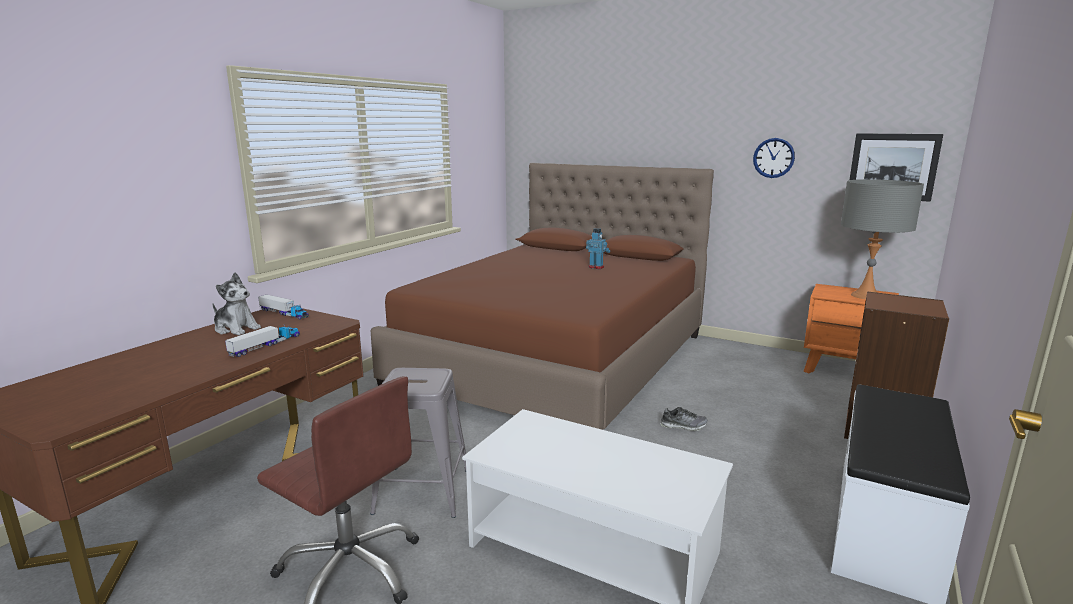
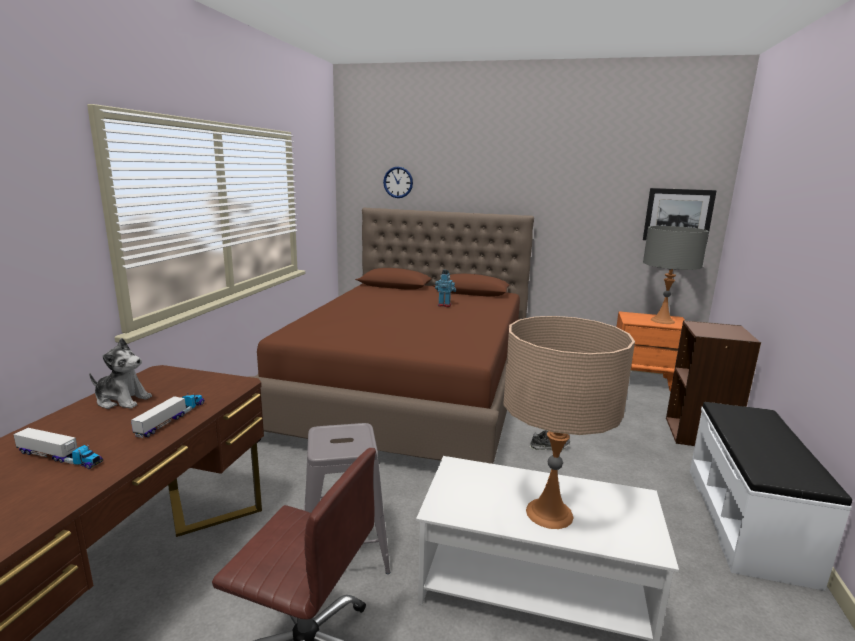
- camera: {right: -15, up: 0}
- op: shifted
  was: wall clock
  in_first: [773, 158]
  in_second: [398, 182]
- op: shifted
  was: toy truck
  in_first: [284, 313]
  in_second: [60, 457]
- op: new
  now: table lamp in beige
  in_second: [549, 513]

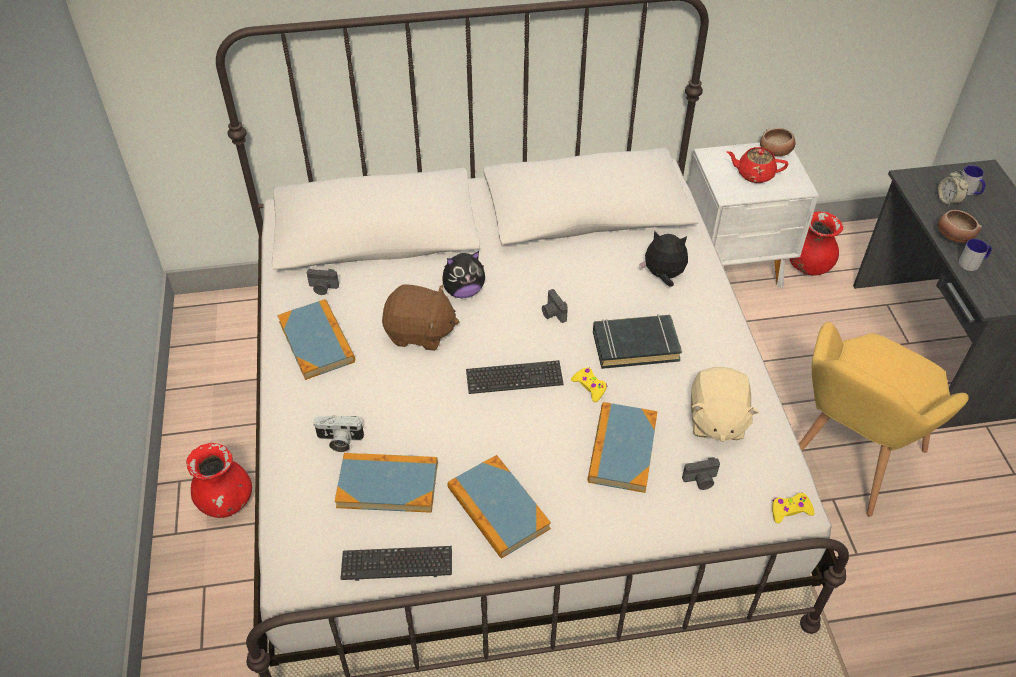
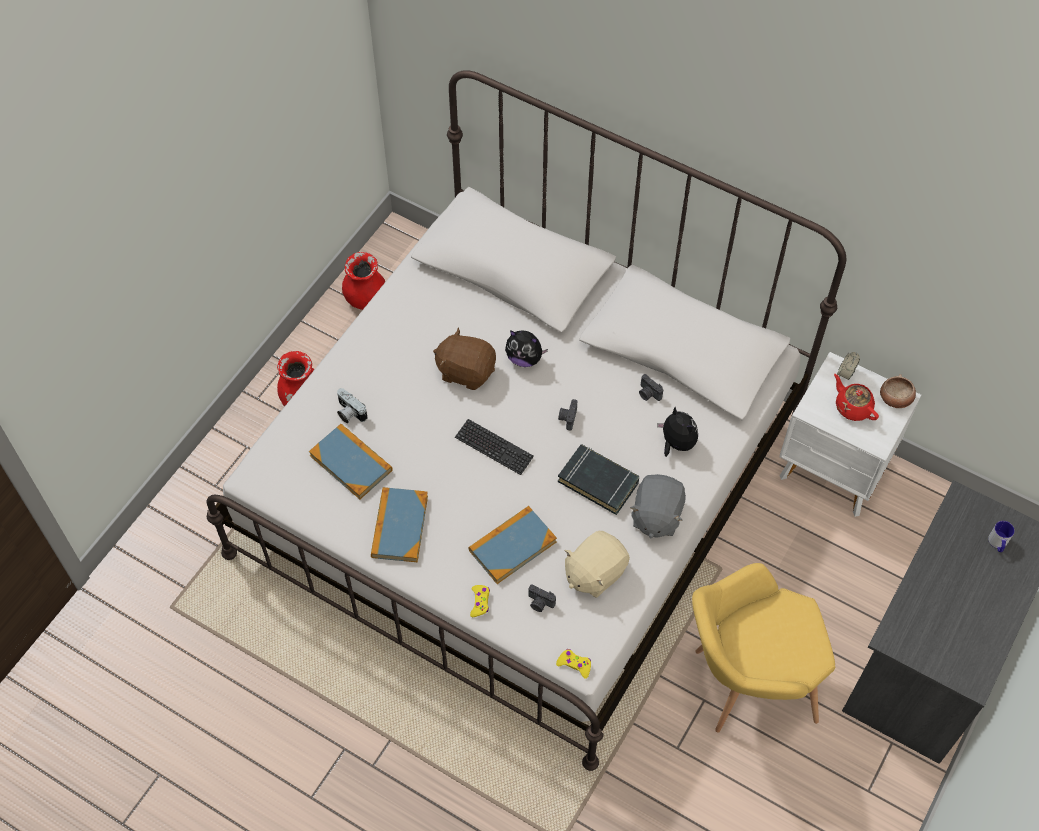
- camera: {right: 40, up: 10}
- op: shifted
  was: alarm clock
  in_first: [948, 200]
  in_second: [845, 373]
- op: gone
  was: bowl
  in_first: [953, 236]
- op: shifted
  was: vase in red
  in_first: [809, 267]
  in_second: [365, 299]
- op: gone
  was: mug
  in_first: [972, 263]
- op: shifted
  was: photo camera
  in_first: [323, 288]
  in_second: [648, 394]
- op: rotated
  was: plush toy in brown
  in_first: [420, 333]
  in_second: [466, 371]
  clockwise: 150
- op: gone
  was: book
  in_first: [317, 341]
- op: shifted
  was: game controller in yellow
  in_first: [589, 387]
  in_second: [480, 602]
- op: gone
  was: keyboard
  in_first: [397, 564]
- op: new
  now: plush toy in grey
  in_second: [656, 516]

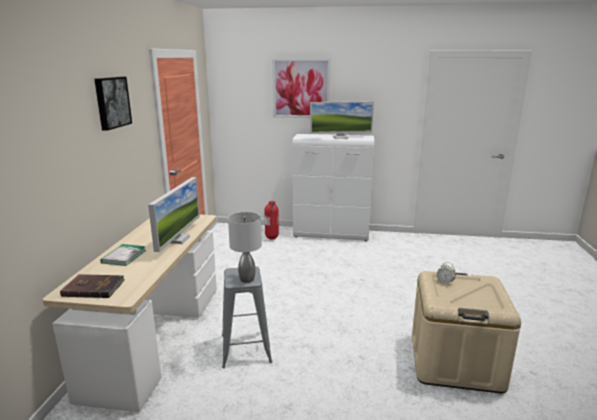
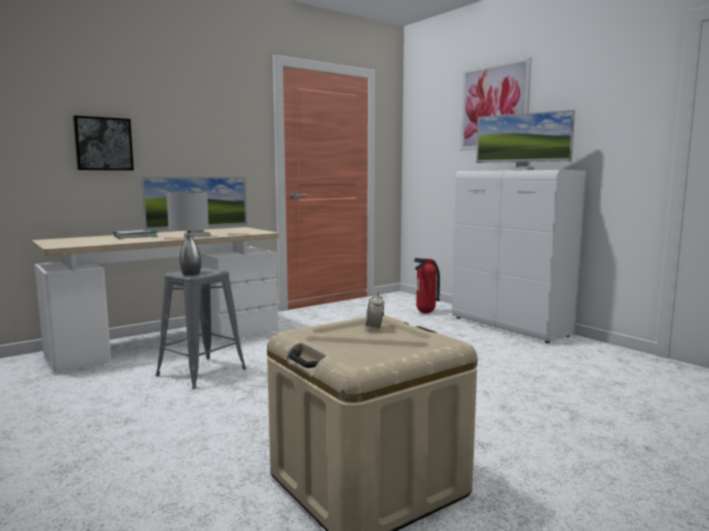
- camera: {right: 45, up: -10}
- op: shifted
  was: picture
  in_first: [111, 102]
  in_second: [103, 144]
- op: gone
  was: book in brown
  in_first: [93, 288]

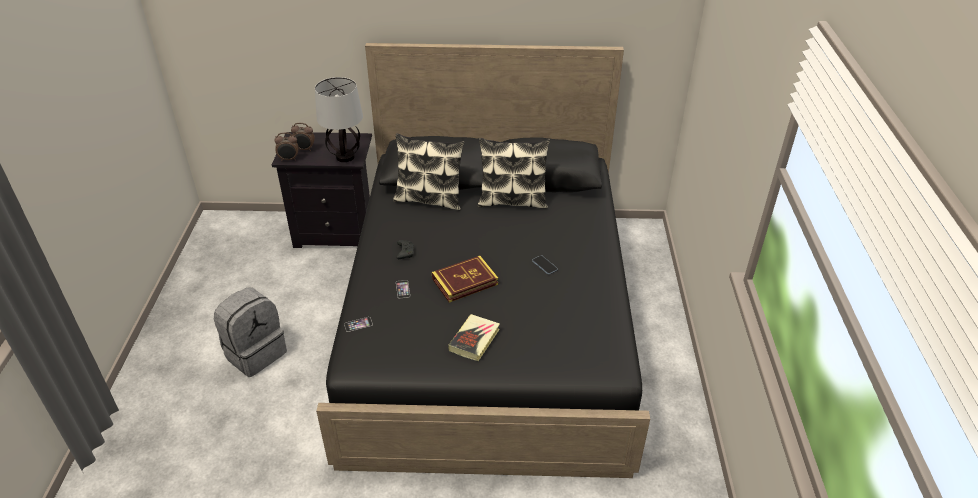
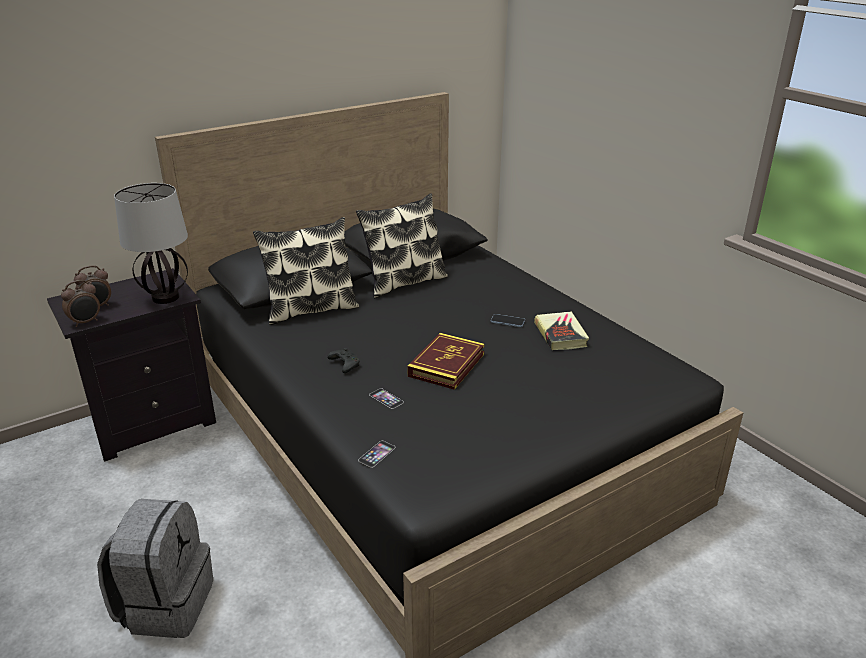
- camera: {right: -35, up: -10}
- op: shifted
  was: book
  in_first: [474, 340]
  in_second: [560, 334]

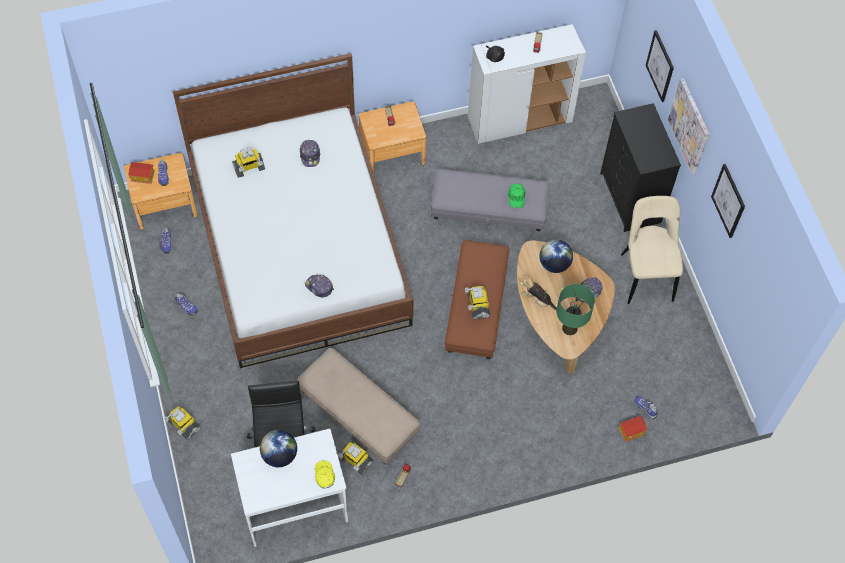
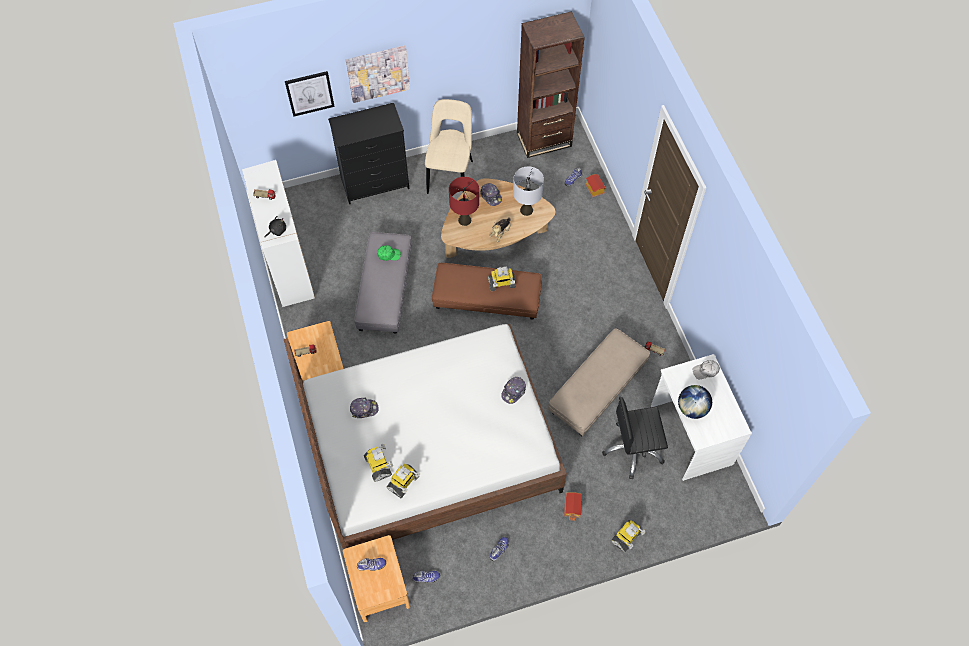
- camera: {right: -90, up: 0}
- op: shifted
  was: toy house
  in_first: [142, 177]
  in_second: [572, 508]
- op: gone
  was: picture
  in_first: [728, 201]
- op: rotated
  was: chair in beige
  in_first: [646, 274]
  in_second: [451, 175]
  clockwise: 105
- op: swapped
  was: globe
  now: table lamp in red
  in_first: [554, 264]
  in_second: [465, 220]
- op: repainted
  was: table lamp in green
  now: table lamp in grey
  in_first: [569, 328]
  in_second: [526, 210]
- op: shifted
  was: toy robot
  in_first: [355, 461]
  in_second: [403, 483]
- op: repainted
  was: cap in yellow
  now: cap in white
  in_first: [324, 475]
  in_second: [705, 371]
- op: new
  now: bookcase in brown
  in_second: [544, 140]

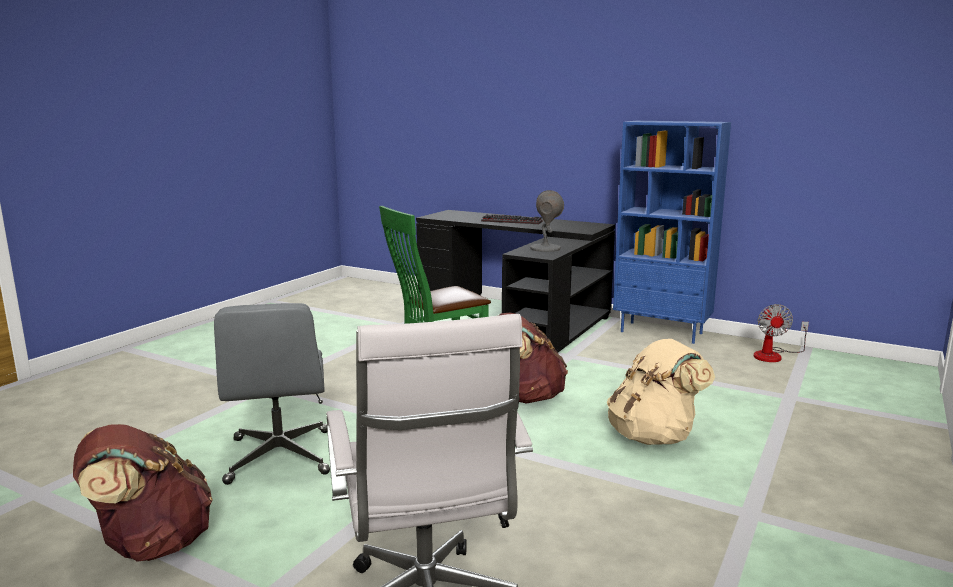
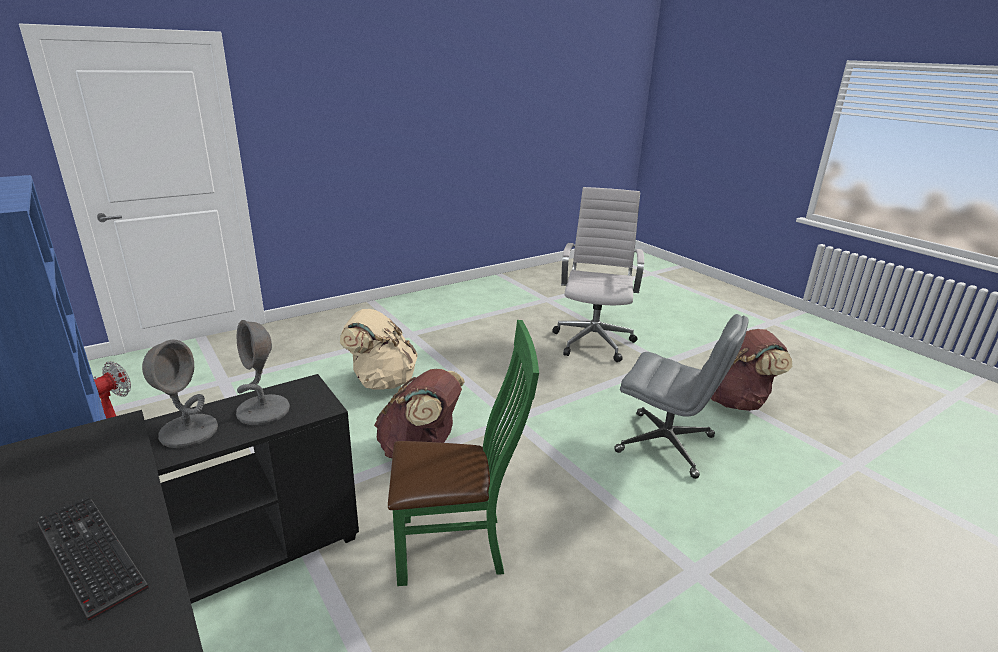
- camera: {right: -155, up: 10}
- op: rotated
  was: office chair in grey
  in_first: [280, 457]
  in_second: [666, 444]
  clockwise: 105
- op: new
  now: table lamp in grey
  in_second: [189, 431]

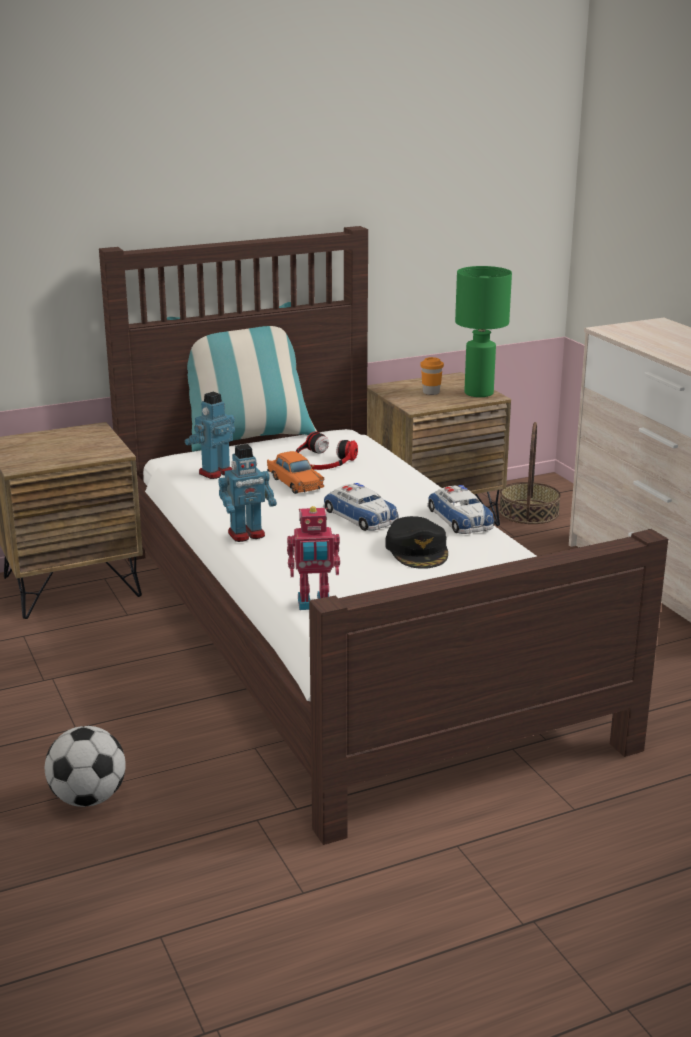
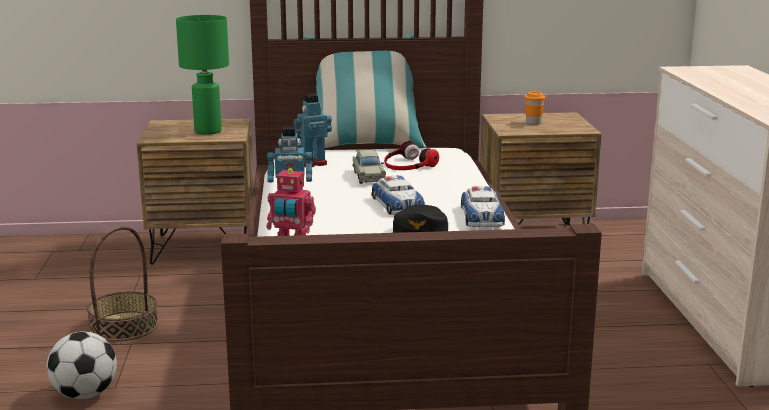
- camera: {right: 20, up: -5}
- op: shifted
  was: table lamp in green
  in_first: [478, 393]
  in_second: [208, 131]
- op: shifted
  was: basket
  in_first: [528, 512]
  in_second: [124, 326]
- op: repainted
  was: toy car in orange
  now: toy car in beige
  in_first: [295, 482]
  in_second: [368, 176]

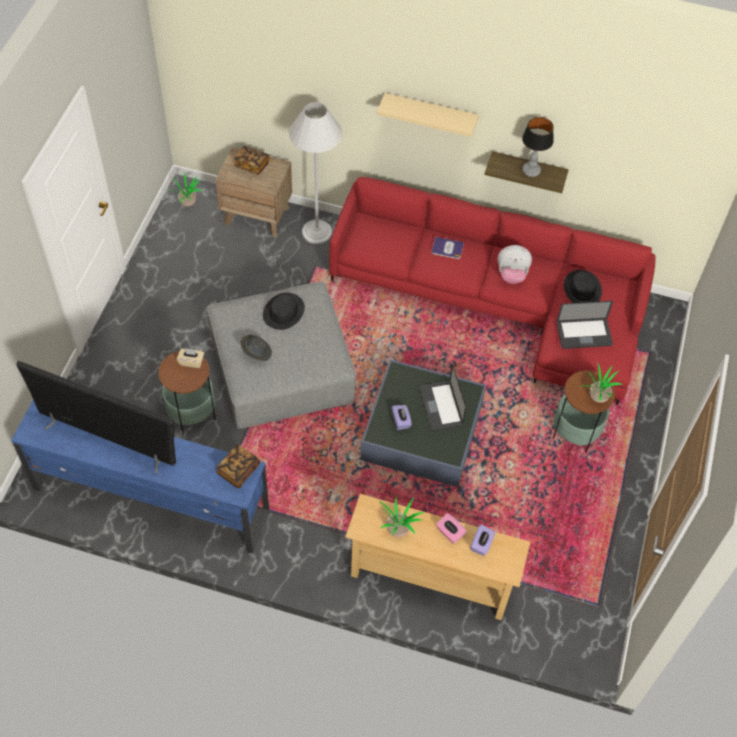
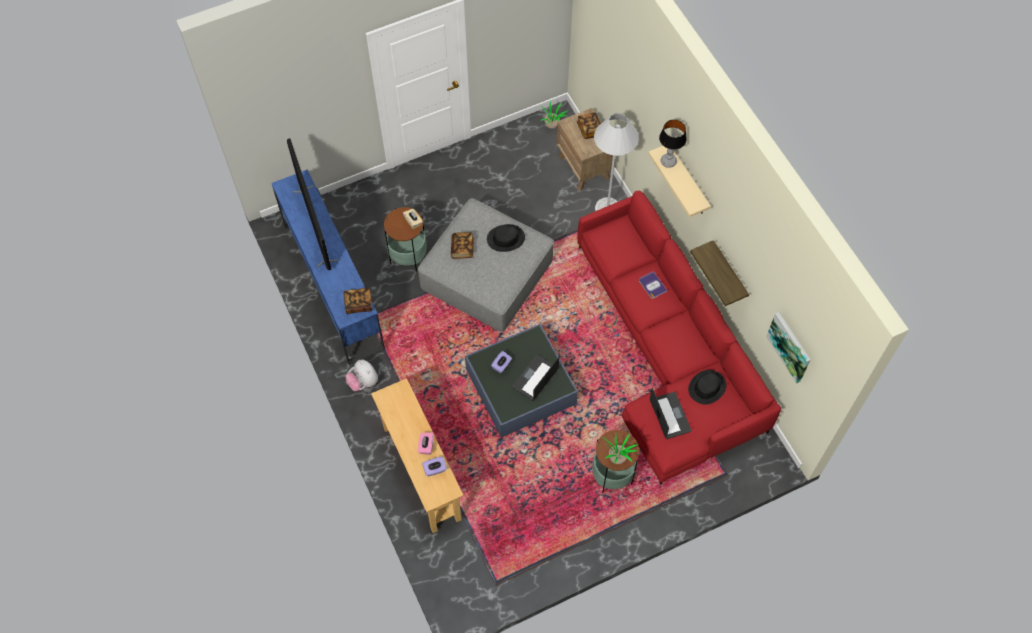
- camera: {right: 50, up: 5}
- op: shifted
  was: table lamp
  in_first: [530, 170]
  in_second: [668, 161]
- op: shifted
  was: plush toy
  in_first: [511, 275]
  in_second: [363, 382]
- op: rotated
  was: laptop
  in_first: [584, 334]
  in_second: [670, 416]
  clockwise: -150
- op: swapped
  was: hat in grey
  now: book
  in_first: [256, 352]
  in_second: [462, 249]
- op: gone
  was: potted plant
  in_first: [398, 528]
- op: new
  now: picture
  in_second: [790, 347]

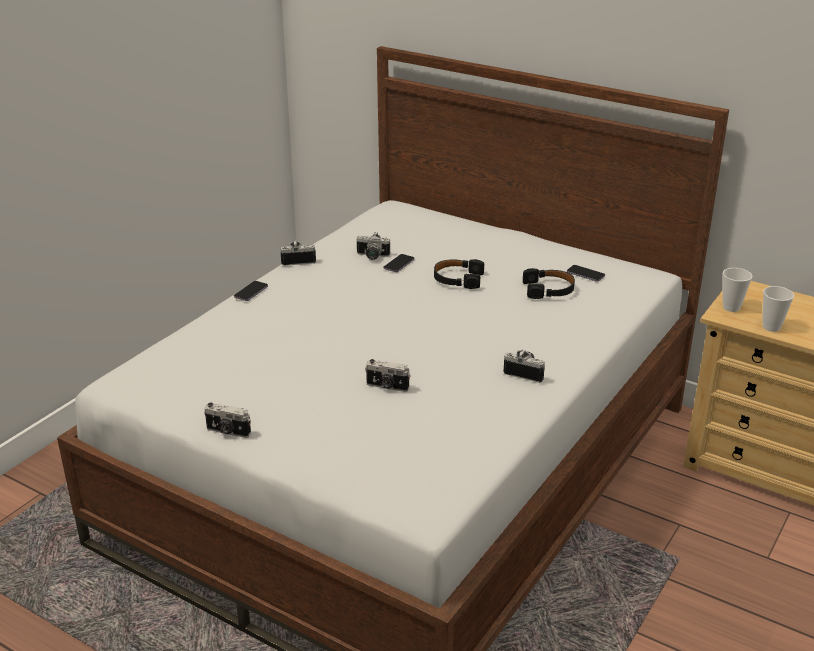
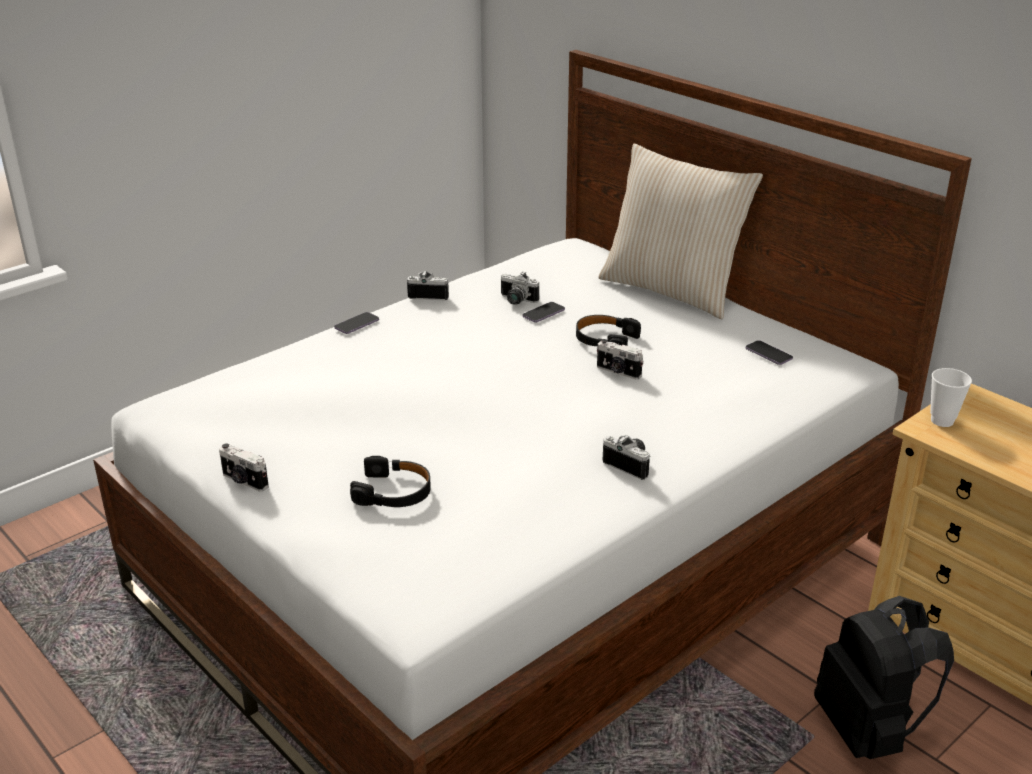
- camera: {right: 15, up: 0}
- op: shifted
  was: headphones in black
  in_first: [549, 290]
  in_second: [393, 492]
- op: gone
  was: cup
  in_first: [771, 327]
- op: shifted
  was: photo camera
  in_first: [387, 387]
  in_second: [618, 372]
- op: new
  now: pillow in beige
  in_second: [672, 290]
- op: new
  now: backpack in black
  in_second: [868, 730]

